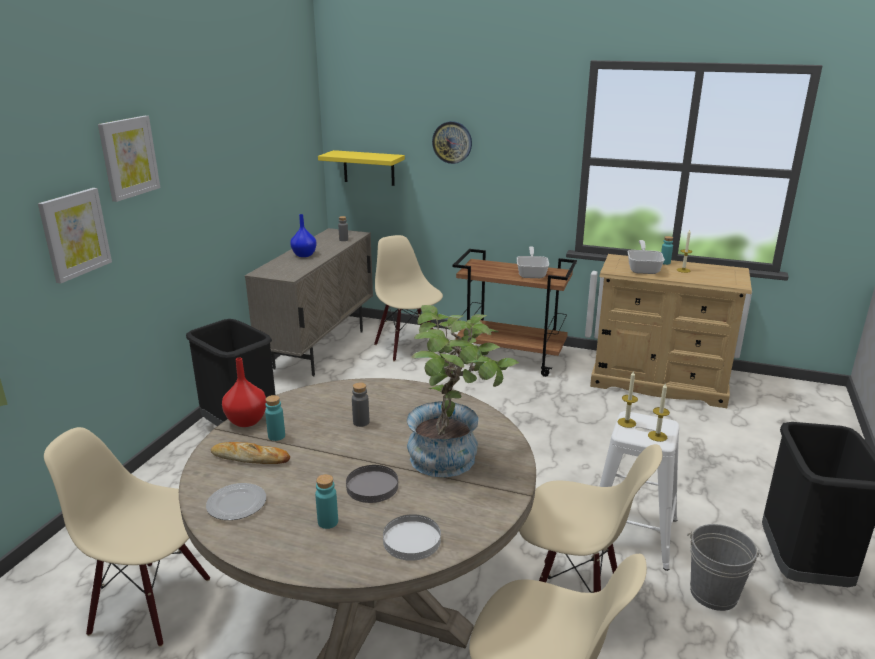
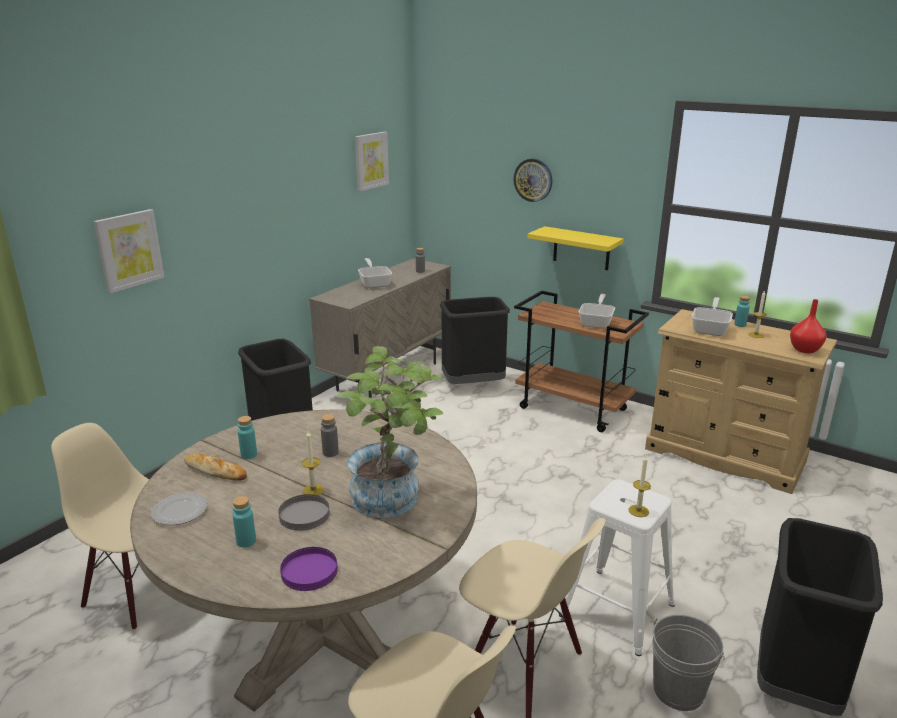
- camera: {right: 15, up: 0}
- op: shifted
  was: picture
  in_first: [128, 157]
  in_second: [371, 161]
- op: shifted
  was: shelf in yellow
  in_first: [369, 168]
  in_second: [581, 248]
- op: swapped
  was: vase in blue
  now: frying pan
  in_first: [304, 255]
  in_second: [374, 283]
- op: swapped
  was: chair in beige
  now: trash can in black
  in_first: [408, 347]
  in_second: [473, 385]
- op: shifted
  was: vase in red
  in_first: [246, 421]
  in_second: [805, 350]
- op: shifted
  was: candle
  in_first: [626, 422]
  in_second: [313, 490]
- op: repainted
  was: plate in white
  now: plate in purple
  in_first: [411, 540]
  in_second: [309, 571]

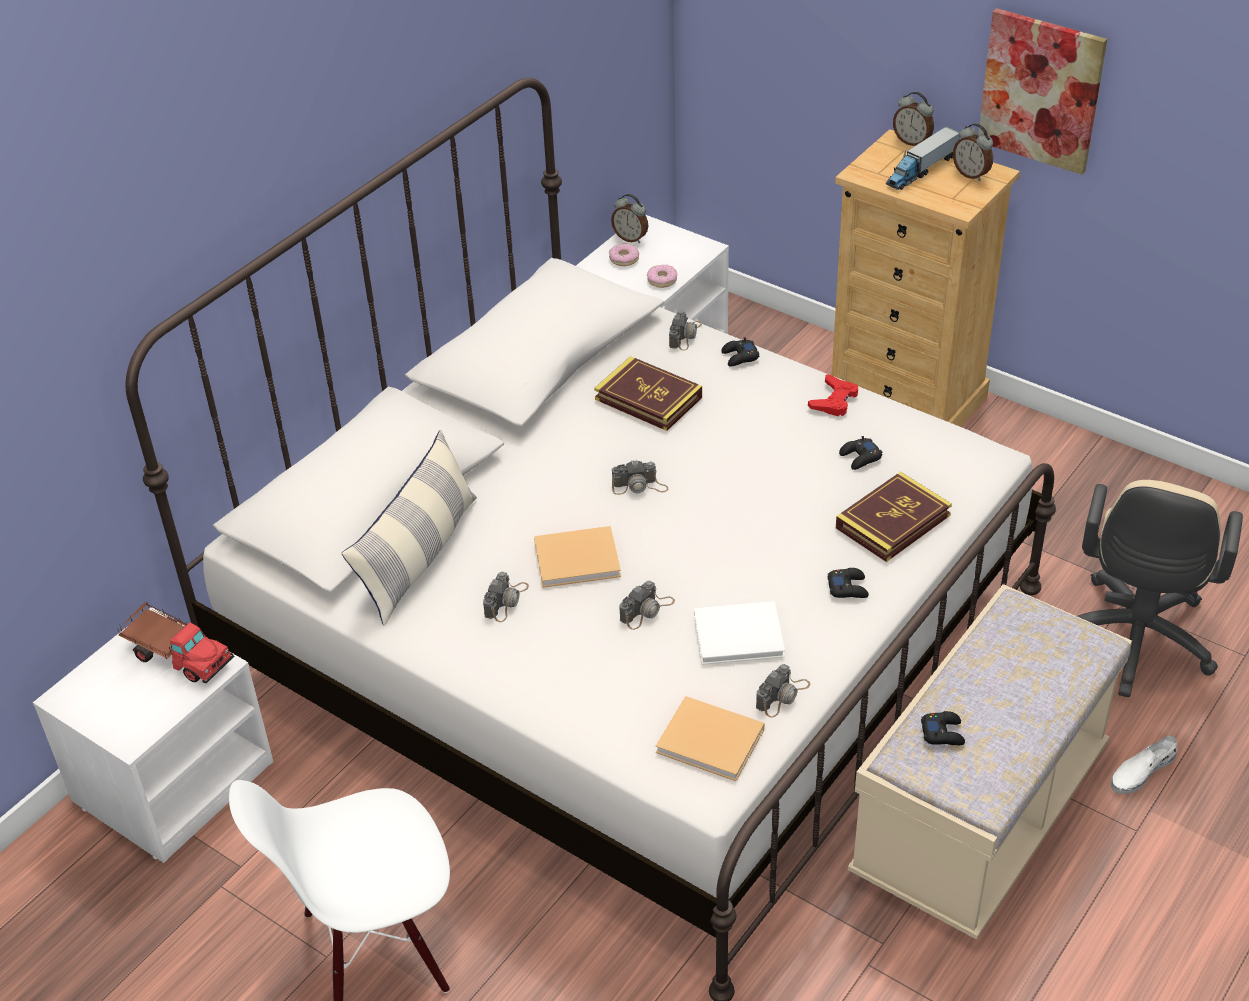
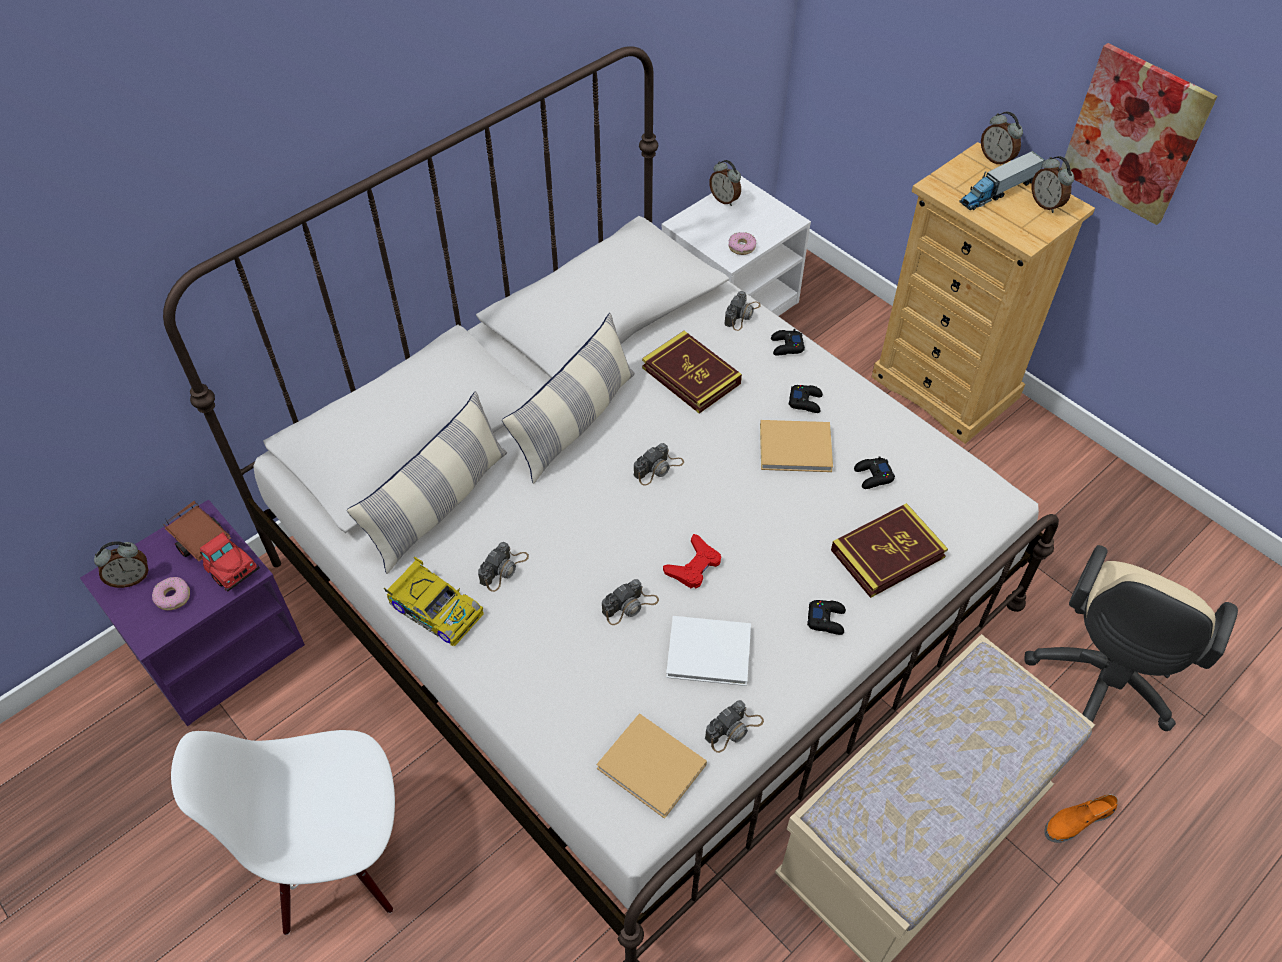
- camera: {right: 10, up: 10}
- op: shifted
  was: donut
  in_first: [624, 259]
  in_second: [173, 597]
- op: shifted
  was: game controller in red
  in_first: [834, 400]
  in_second: [693, 566]
- op: rotated
  was: photo camera
  in_first: [639, 486]
  in_second: [658, 468]
  clockwise: -45
- op: shifted
  was: book in beige
  in_first: [580, 559]
  in_second: [798, 448]
- op: repainted
  was: nightstand in white
  now: nightstand in purple
  in_first: [173, 780]
  in_second: [218, 645]
- op: shifted
  was: game controller in black
  in_first: [943, 733]
  in_second: [805, 401]
- op: repainted
  was: shoe in white
  now: shoe in orange
  in_first: [1141, 771]
  in_second: [1077, 820]
- op: new
  now: pillow
  in_second: [575, 422]
- op: new
  now: alarm clock
  in_second: [131, 579]
- op: new
  now: toy car
  in_second: [435, 608]

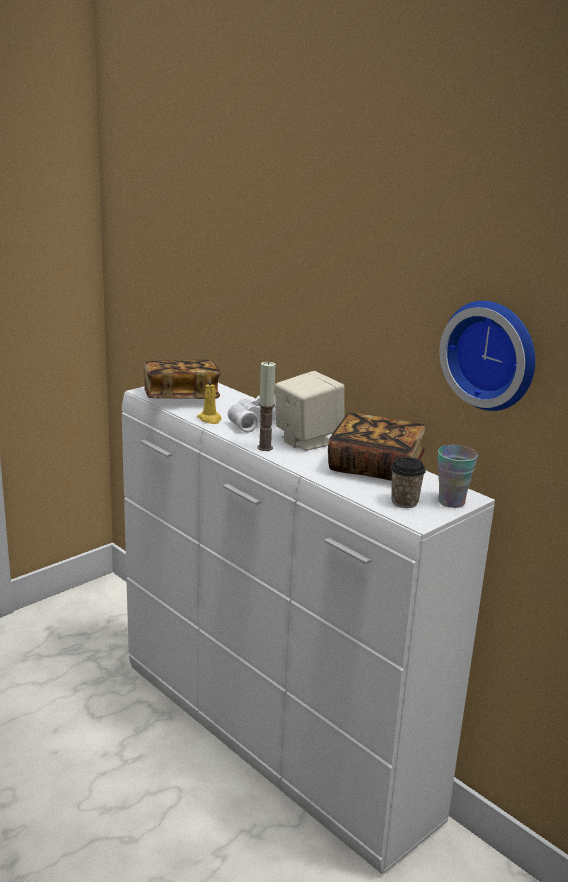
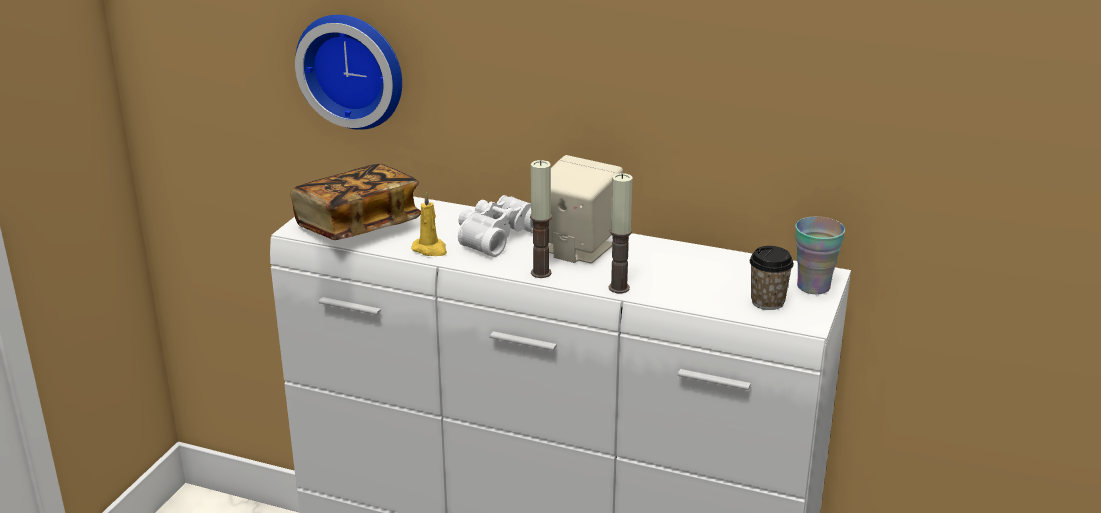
- camera: {right: -25, up: 5}
- op: shifted
  was: wall clock
  in_first: [492, 354]
  in_second: [353, 69]
- op: gone
  was: book
  in_first: [375, 467]
- op: new
  now: candle
  in_second: [619, 288]

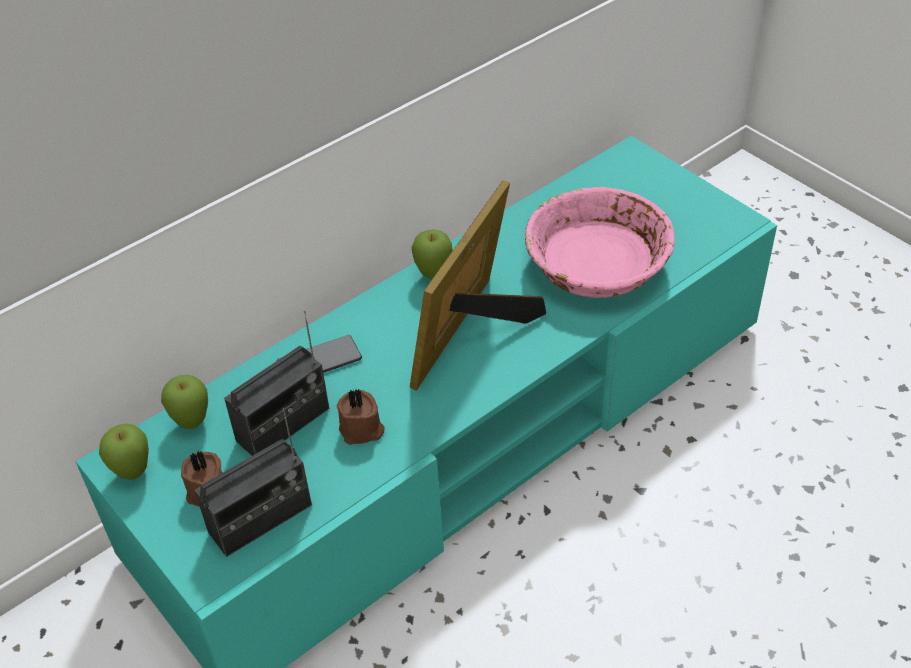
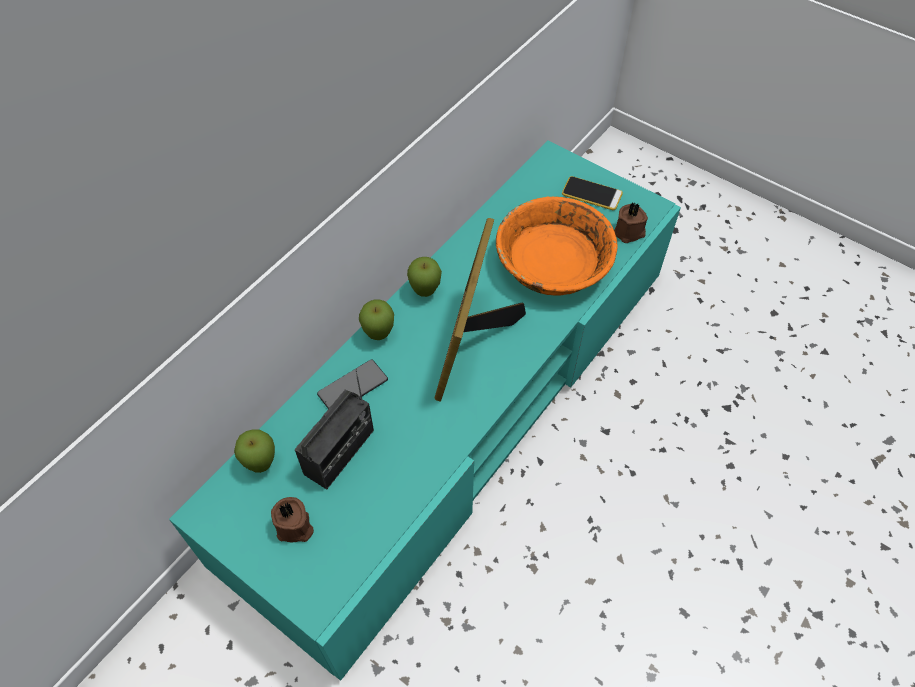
- camera: {right: -15, up: 10}
- op: repainted
  was: bowl in pink
  now: bowl in orange
  in_first: [596, 263]
  in_second: [552, 262]
- op: shifted
  was: candle in brown
  in_first: [362, 430]
  in_second: [629, 232]
- op: gone
  was: radio
  in_first: [260, 519]
- op: shifted
  was: apple
  in_first: [133, 473]
  in_second: [379, 335]
- op: new
  now: phone
  in_second: [592, 194]

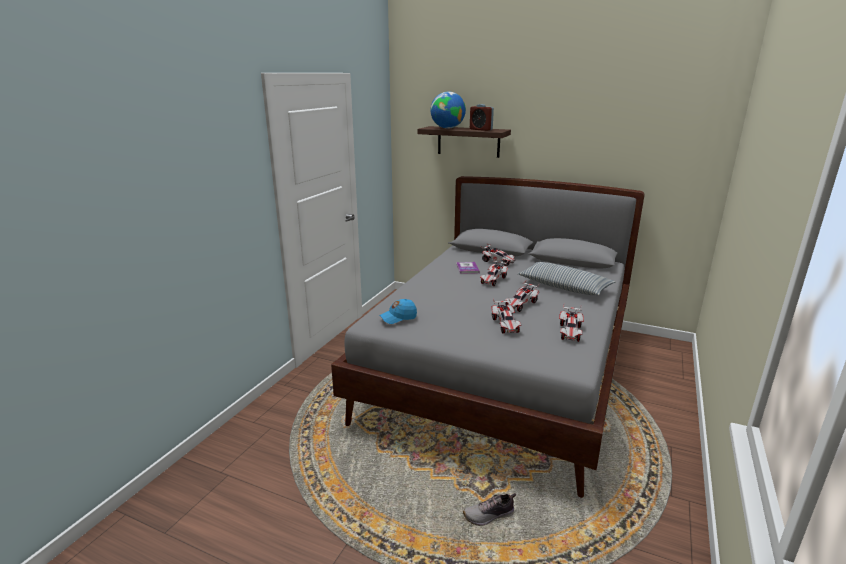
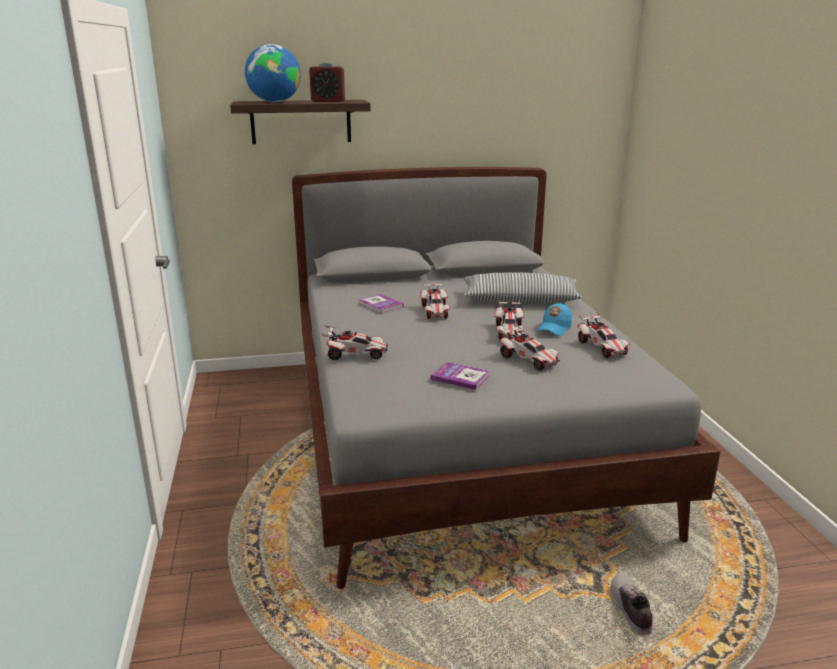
- camera: {right: -35, up: 0}
- op: shifted
  was: toy car
  in_first: [498, 262]
  in_second: [355, 355]
- op: shifted
  was: cap in blue
  in_first: [398, 318]
  in_second: [554, 328]
- op: rotated
  was: shoe
  in_first: [489, 516]
  in_second: [630, 610]
  clockwise: 135
- op: new
  now: book
  in_second: [460, 377]

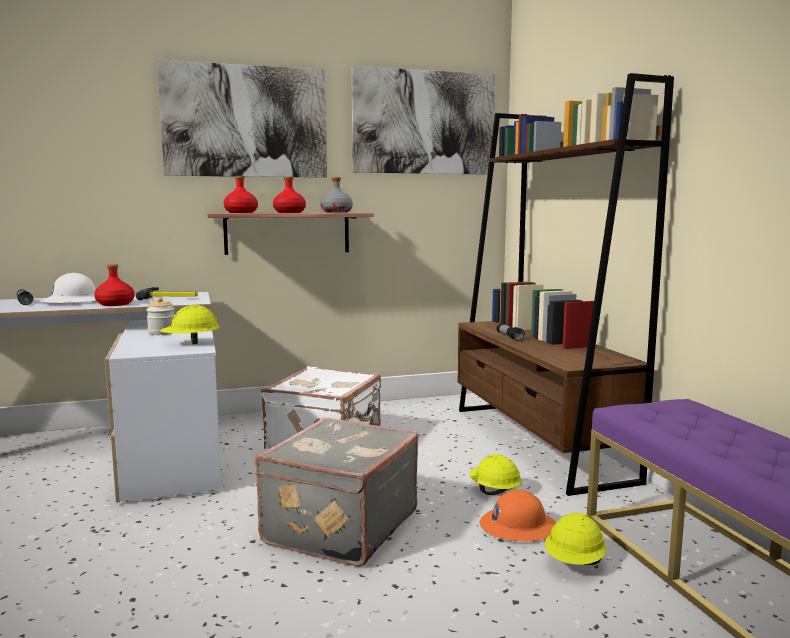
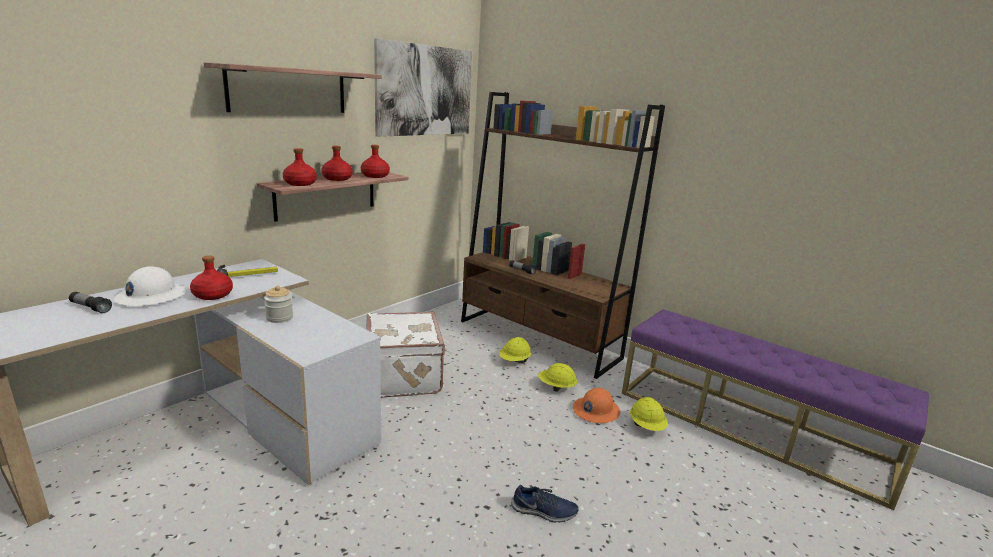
- camera: {right: -35, up: 10}
- op: swapped
  was: picture
  now: shelf
  in_first: [245, 121]
  in_second: [288, 90]
- op: repainted
  was: bottle in grey
  now: bottle in red
  in_first: [336, 212]
  in_second: [375, 176]
- op: shifted
  was: hard hat in yellow
  in_first: [191, 343]
  in_second: [514, 361]
- op: gone
  was: suitcase in grey
  in_first: [338, 527]
- op: new
  now: shoe in blue
  in_second: [544, 511]

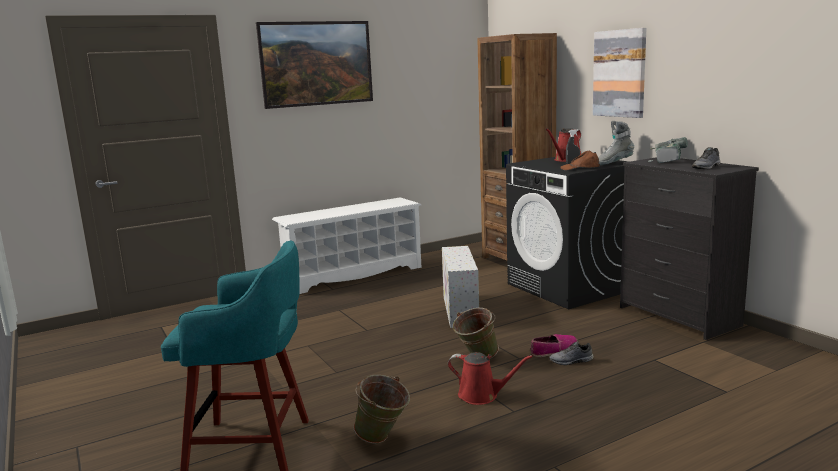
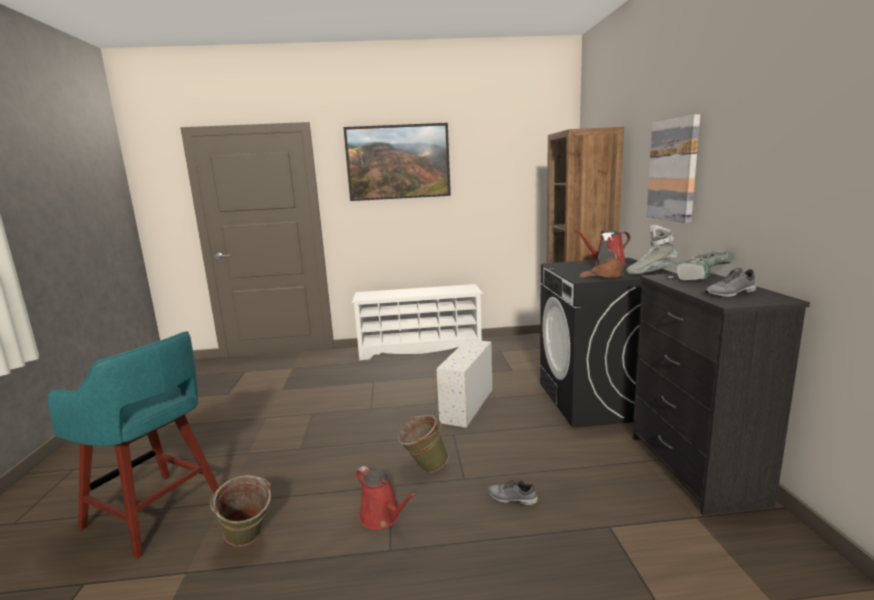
- camera: {right: 25, up: 0}
- op: gone
  was: shoe
  in_first: [554, 350]

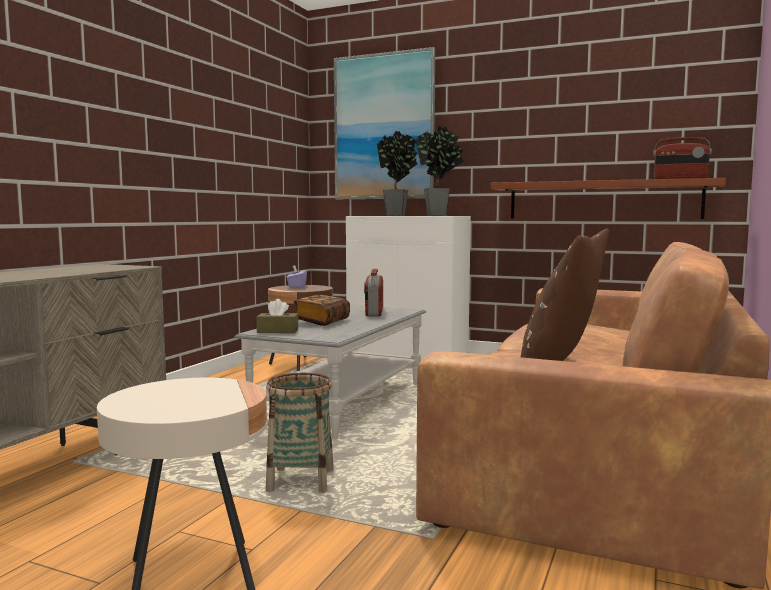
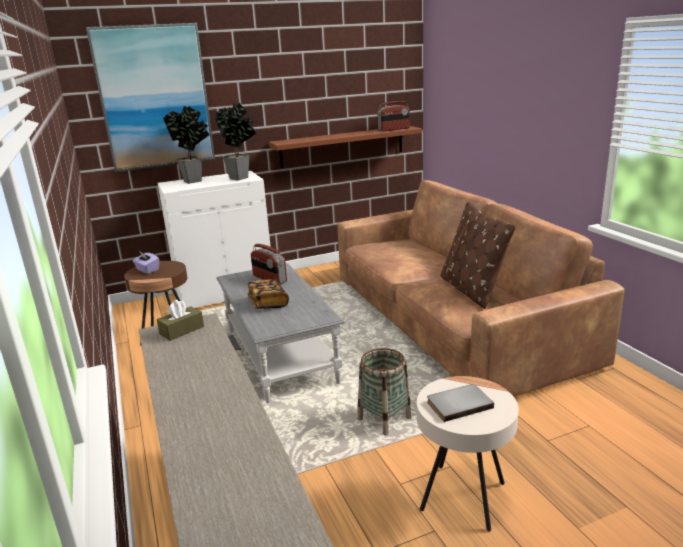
- camera: {right: -45, up: 15}
- op: shifted
  was: tissue box in brown
  in_first: [277, 331]
  in_second: [182, 330]
- op: new
  now: book in grey
  in_second: [458, 403]

